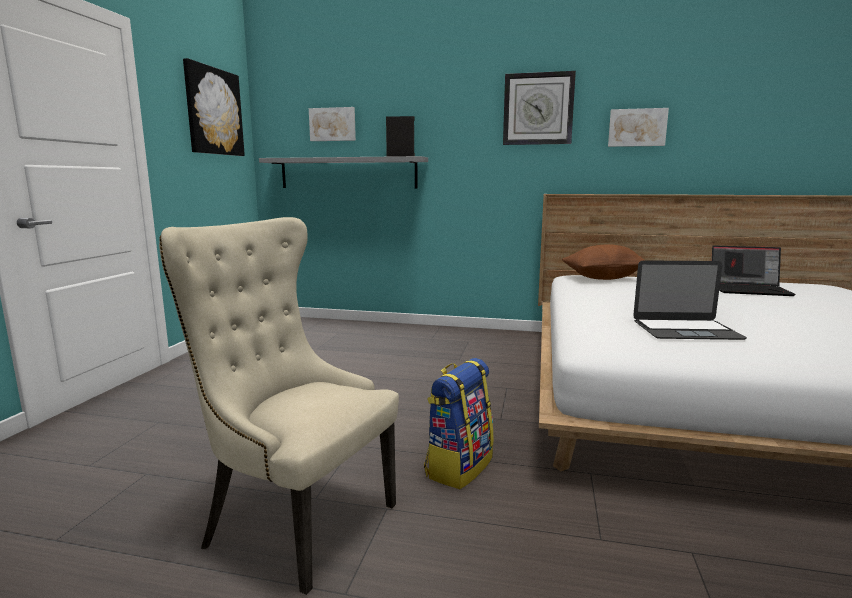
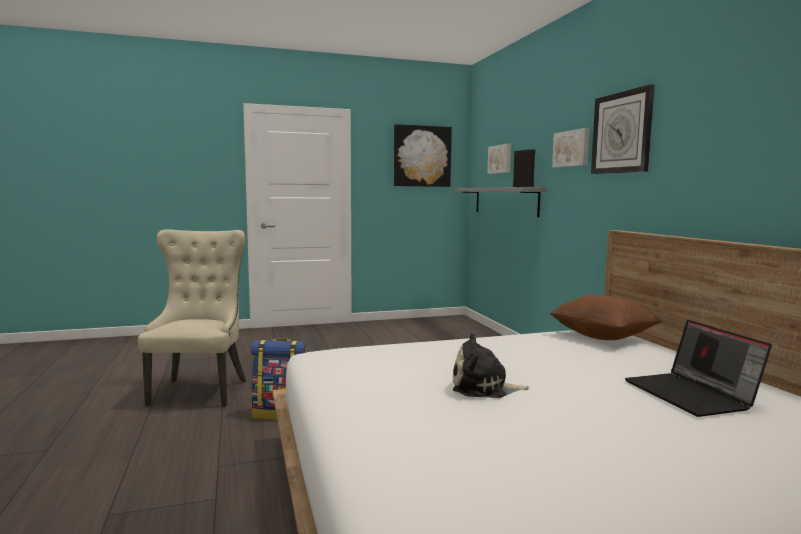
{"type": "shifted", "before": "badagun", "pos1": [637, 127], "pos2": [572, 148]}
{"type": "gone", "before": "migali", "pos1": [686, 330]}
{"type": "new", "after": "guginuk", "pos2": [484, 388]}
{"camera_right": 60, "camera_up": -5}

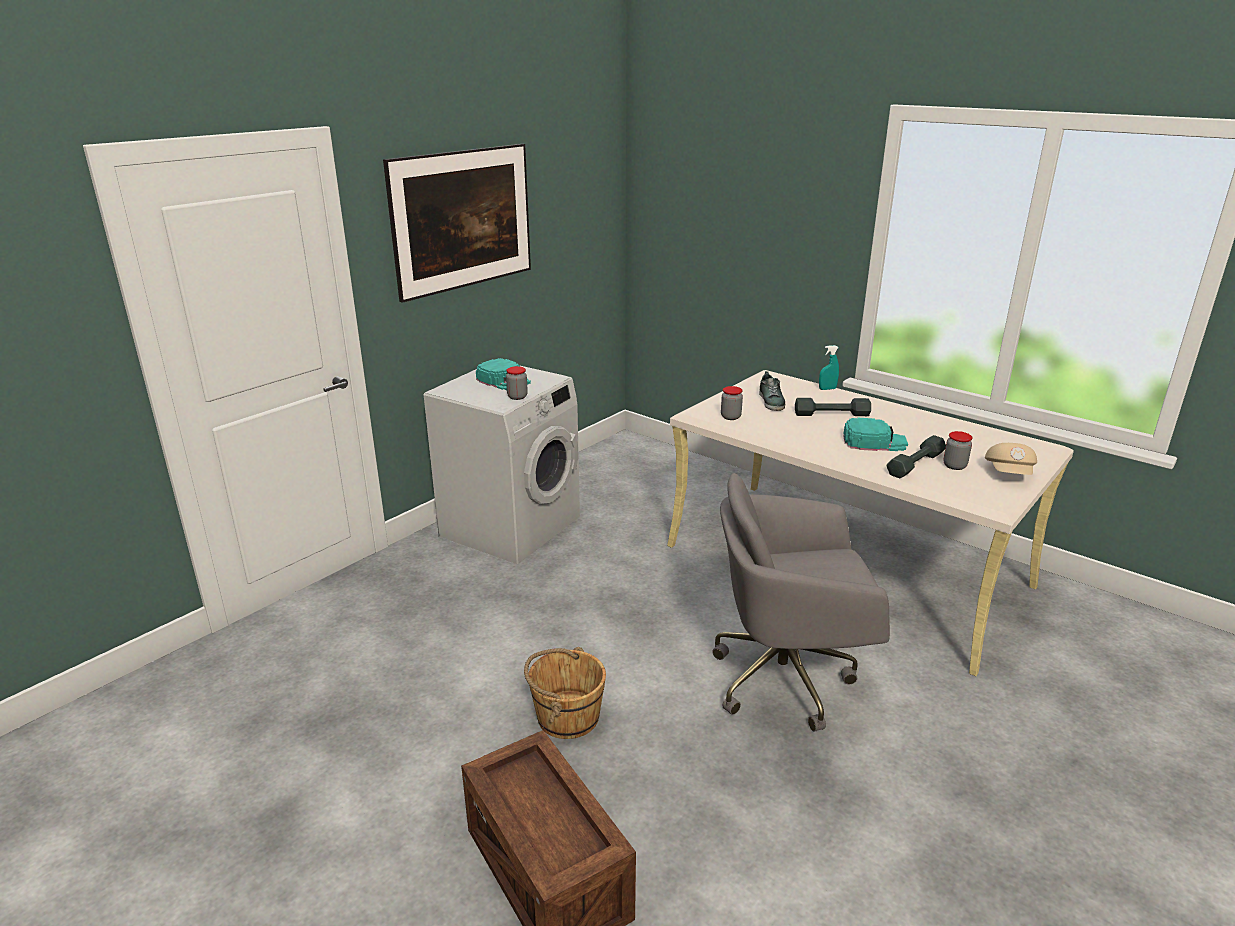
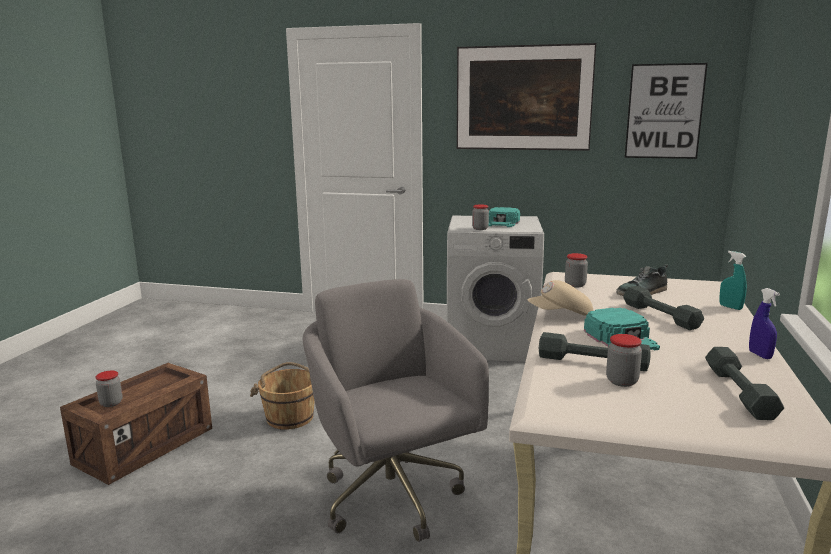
{"type": "shifted", "before": "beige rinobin", "pos1": [1009, 474], "pos2": [561, 315]}
{"type": "new", "after": "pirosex", "pos2": [111, 403]}
{"type": "new", "after": "badagun", "pos2": [664, 111]}
{"type": "new", "after": "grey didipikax", "pos2": [738, 392]}
{"type": "new", "after": "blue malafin", "pos2": [760, 355]}
{"camera_right": 65, "camera_up": -10}

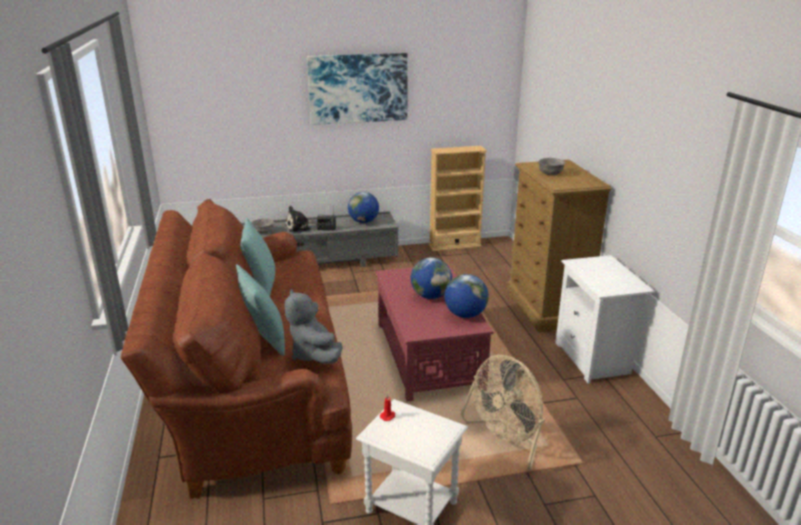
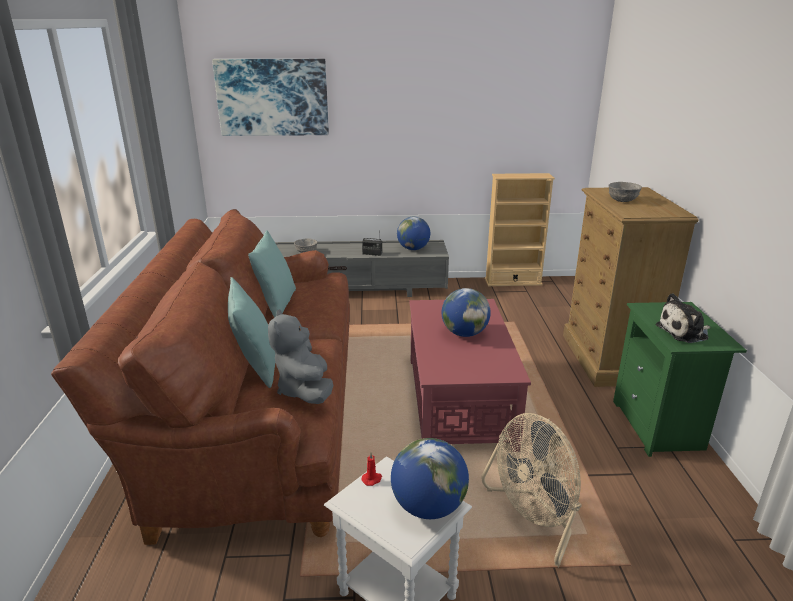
{"type": "shifted", "before": "guginuk", "pos1": [299, 228], "pos2": [684, 332]}
{"type": "shifted", "before": "badagun", "pos1": [358, 88], "pos2": [272, 97]}
{"type": "shifted", "before": "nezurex", "pos1": [465, 315], "pos2": [428, 507]}
{"type": "repainted", "before": "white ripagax", "after": "green ripagax", "pos1": [594, 359], "pos2": [659, 426]}
{"camera_right": 10, "camera_up": 0}

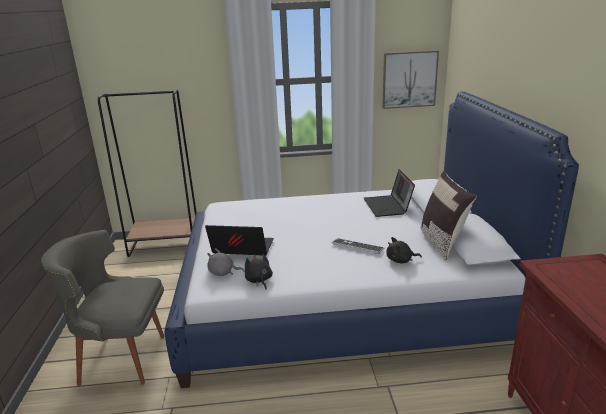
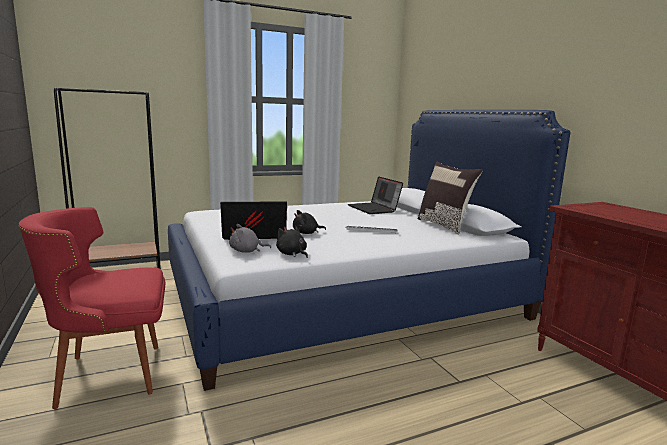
{"type": "repainted", "before": "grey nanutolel", "after": "red nanutolel", "pos1": [124, 360], "pos2": [112, 375]}
{"type": "gone", "before": "badagun", "pos1": [409, 79]}
{"type": "shifted", "before": "black guginuk", "pos1": [401, 260], "pos2": [307, 233]}
{"camera_right": -20, "camera_up": -10}

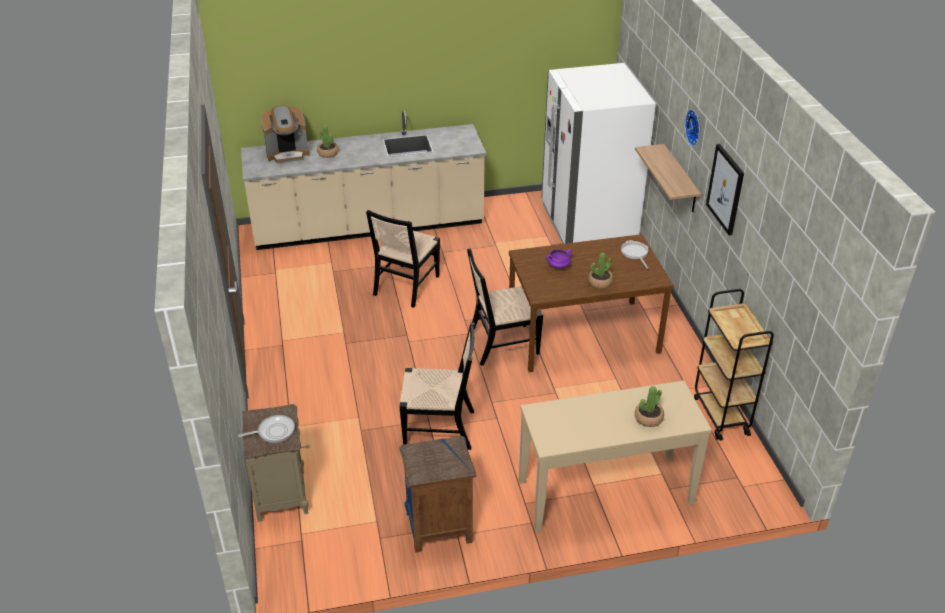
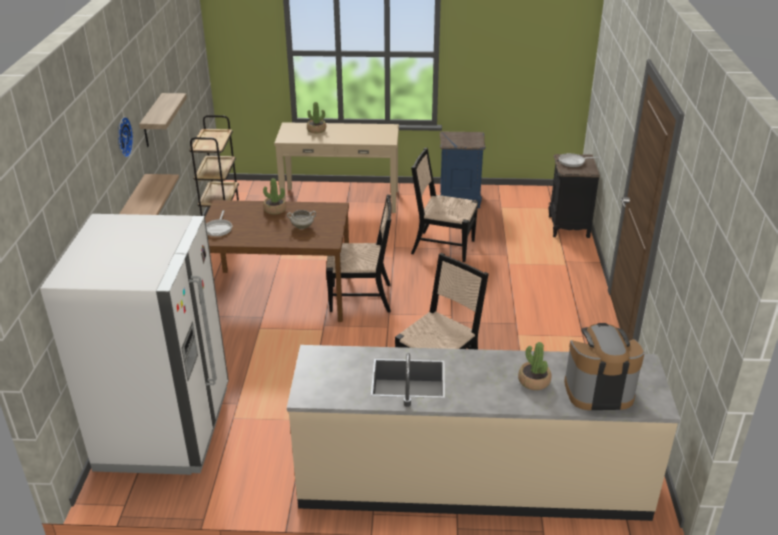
{"type": "repainted", "before": "beige ripagax", "after": "black ripagax", "pos1": [282, 495], "pos2": [567, 227]}
{"type": "repainted", "before": "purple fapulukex", "after": "white fapulukex", "pos1": [558, 267], "pos2": [302, 227]}
{"type": "swapped", "before": "badagun", "after": "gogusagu", "pos1": [726, 189], "pos2": [153, 121]}
{"camera_right": -165, "camera_up": -5}

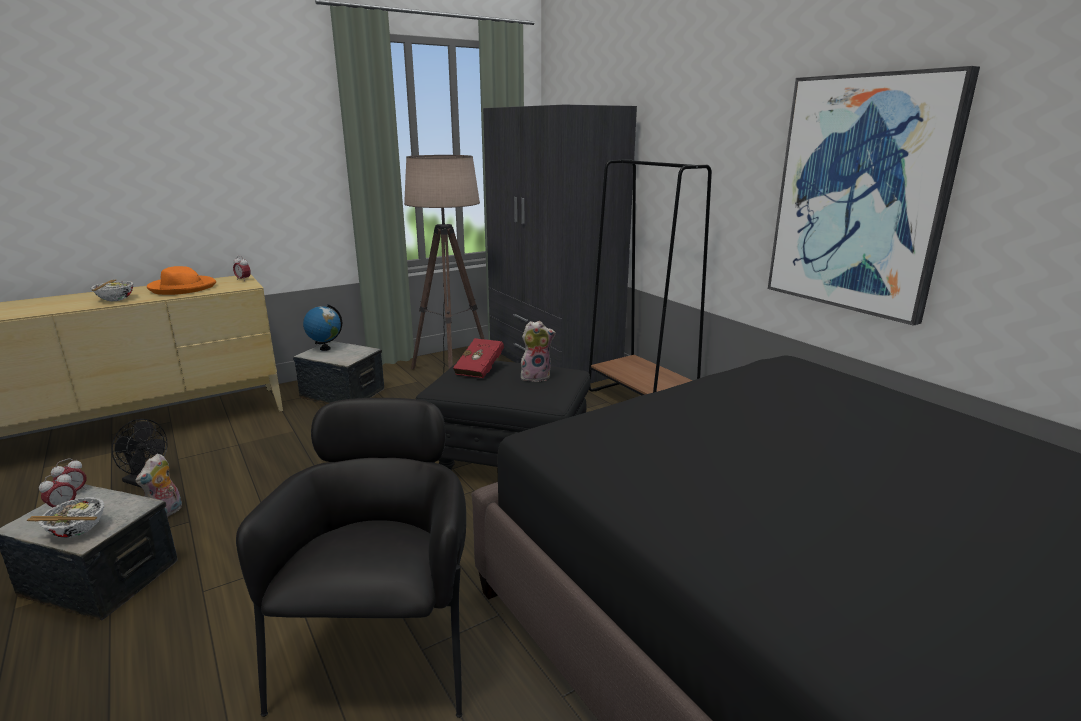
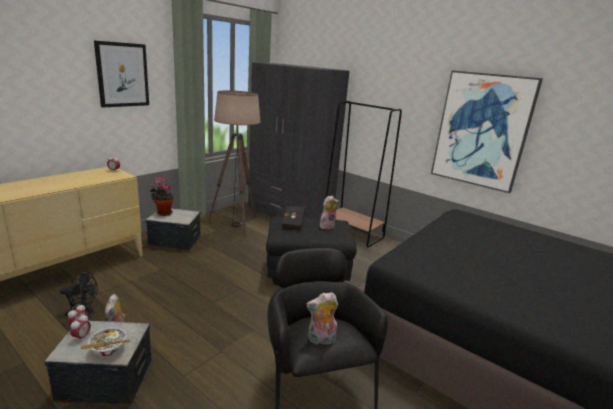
{"type": "gone", "before": "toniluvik", "pos1": [115, 299]}
{"type": "gone", "before": "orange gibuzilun", "pos1": [182, 288]}
{"type": "swapped", "before": "nezurex", "after": "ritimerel", "pos1": [325, 348], "pos2": [163, 213]}
{"type": "repainted", "before": "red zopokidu", "after": "black zopokidu", "pos1": [481, 369], "pos2": [293, 223]}
{"type": "new", "after": "badagun", "pos2": [122, 75]}
{"type": "new", "after": "guginuk", "pos2": [321, 340]}
{"camera_right": -20, "camera_up": 0}

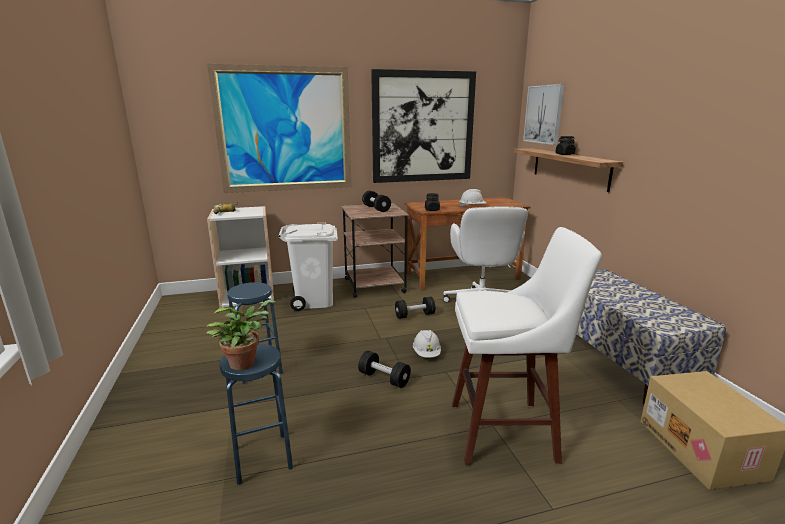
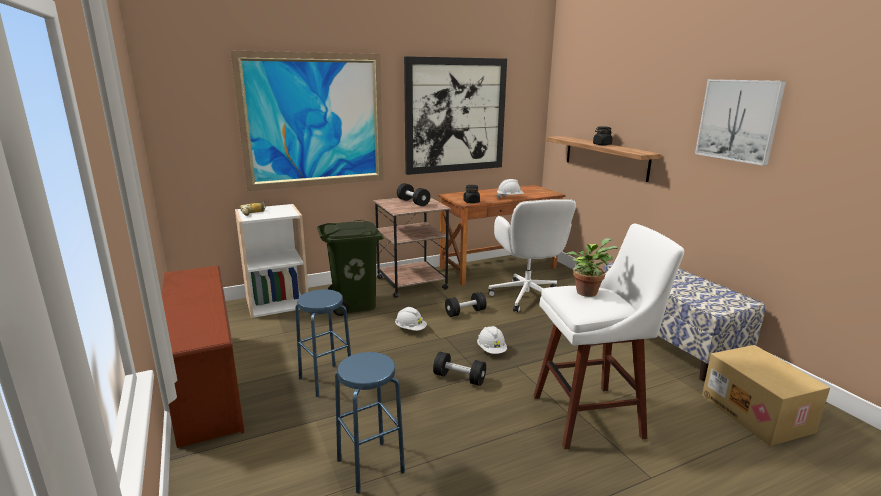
{"type": "shifted", "before": "ritimerel", "pos1": [245, 362], "pos2": [587, 291]}
{"type": "repainted", "before": "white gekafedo", "after": "green gekafedo", "pos1": [314, 301], "pos2": [354, 304]}
{"type": "shifted", "before": "badagun", "pos1": [544, 114], "pos2": [738, 120]}
{"type": "new", "after": "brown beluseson", "pos2": [205, 384]}
{"type": "new", "after": "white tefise", "pos2": [410, 329]}
{"camera_right": -10, "camera_up": 0}

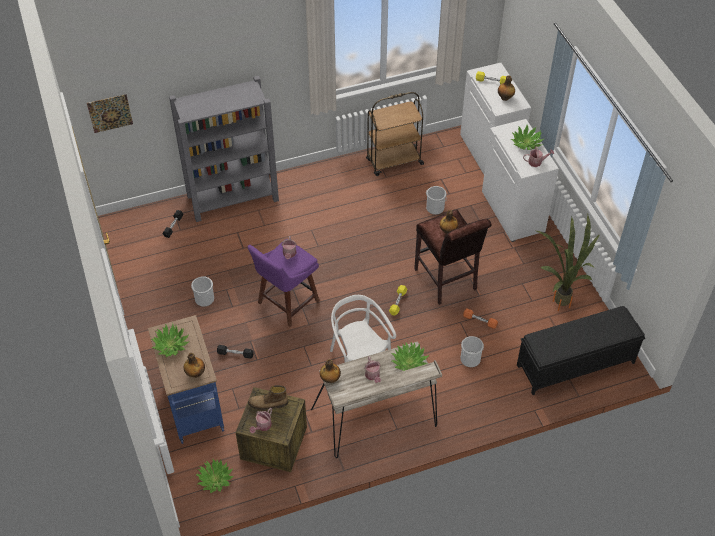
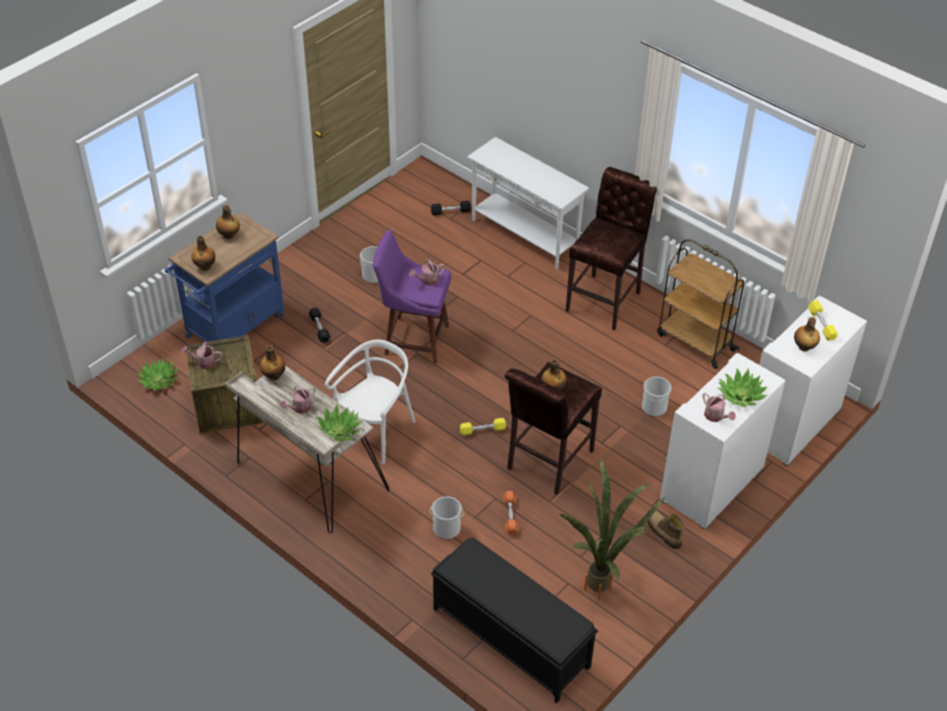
{"type": "gone", "before": "badagun", "pos1": [110, 113]}
{"type": "swapped", "before": "ritimerel", "after": "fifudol", "pos1": [171, 345], "pos2": [229, 235]}
{"type": "swapped", "before": "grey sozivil", "after": "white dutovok", "pos1": [233, 198], "pos2": [525, 236]}
{"type": "shifted", "before": "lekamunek", "pos1": [268, 404], "pos2": [663, 532]}
{"type": "new", "after": "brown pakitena", "pos2": [606, 299]}
{"camera_right": 60, "camera_up": -5}

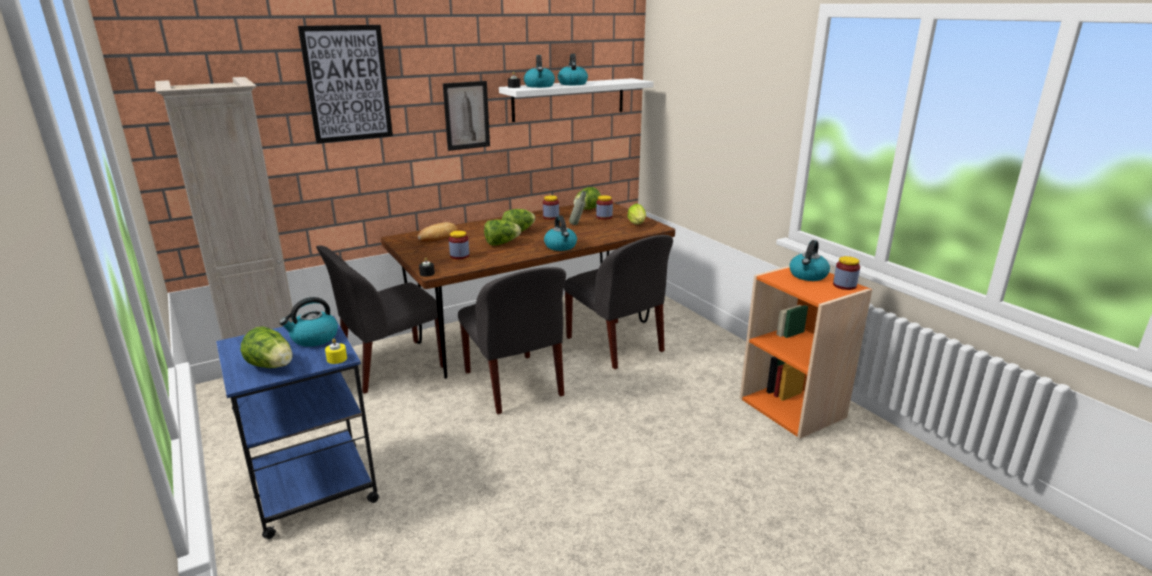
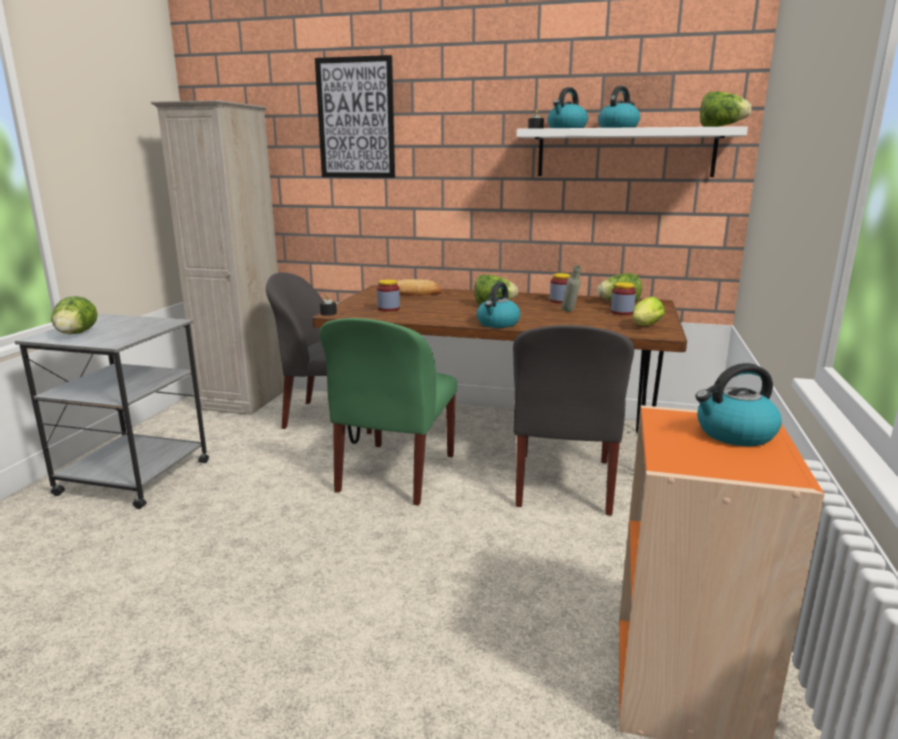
{"type": "repainted", "before": "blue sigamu", "after": "grey sigamu", "pos1": [313, 486], "pos2": [135, 476]}
{"type": "gone", "before": "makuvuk", "pos1": [314, 338]}
{"type": "gone", "before": "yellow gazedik", "pos1": [337, 359]}
{"type": "gone", "before": "badagun", "pos1": [466, 115]}
{"type": "repainted", "before": "grey nanutolel", "after": "green nanutolel", "pos1": [514, 385], "pos2": [395, 474]}
{"type": "shifted", "before": "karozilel", "pos1": [501, 243], "pos2": [720, 127]}
{"type": "gone", "before": "pirosex", "pos1": [844, 285]}
{"camera_right": 45, "camera_up": -5}

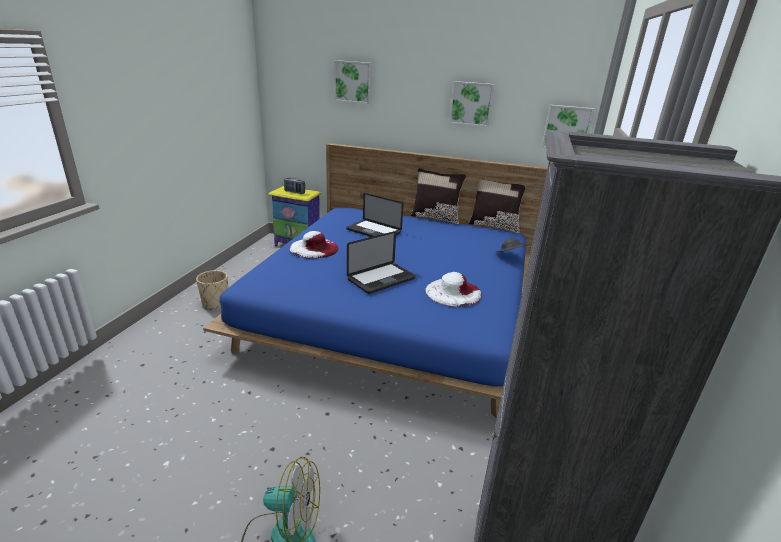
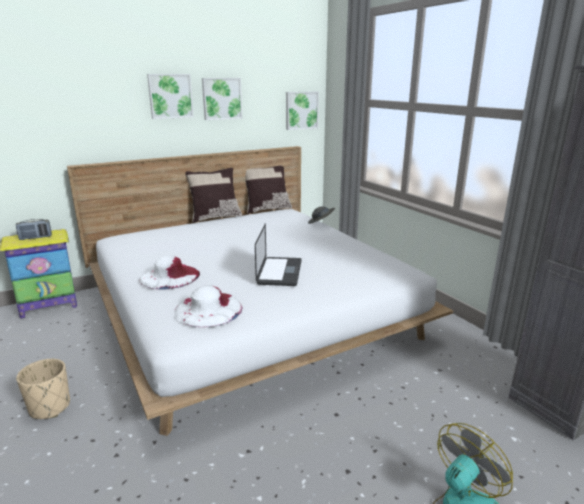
{"type": "repainted", "before": "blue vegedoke", "after": "white vegedoke", "pos1": [395, 312], "pos2": [251, 314]}
{"type": "shifted", "before": "badagun", "pos1": [353, 82], "pos2": [170, 96]}
{"type": "gone", "before": "migali", "pos1": [373, 231]}
{"type": "shifted", "before": "white gibuzilun", "pos1": [453, 292], "pos2": [208, 309]}
{"camera_right": -45, "camera_up": -5}

